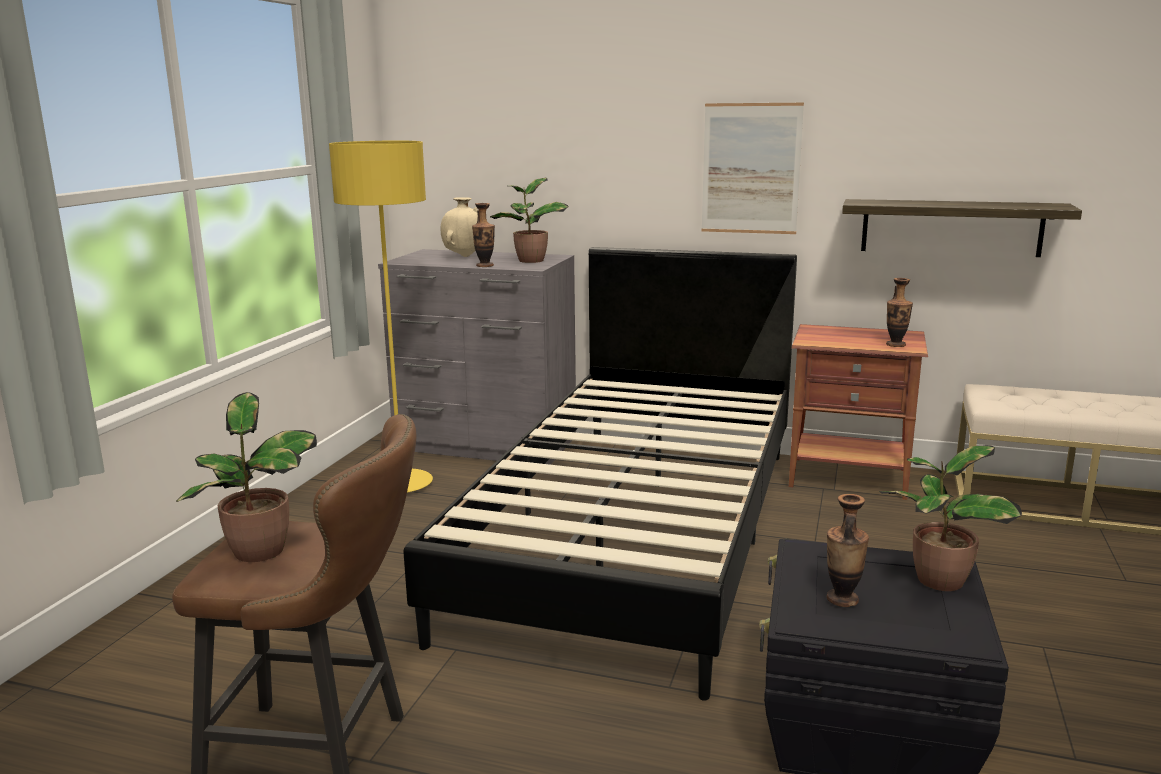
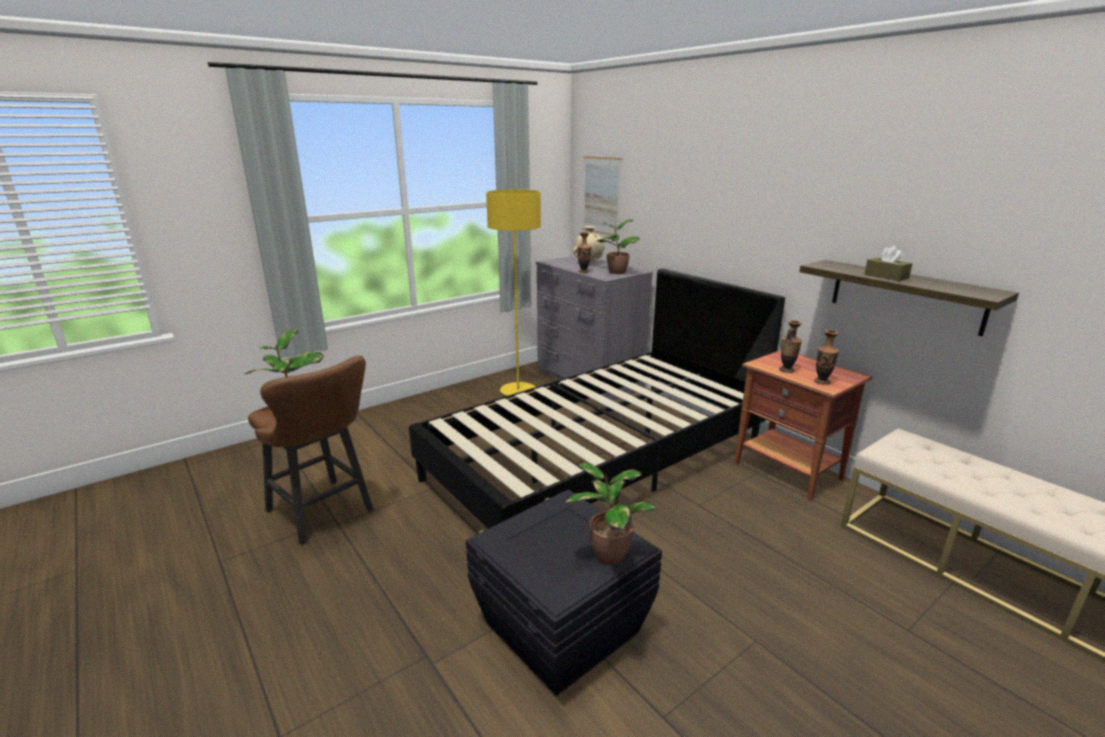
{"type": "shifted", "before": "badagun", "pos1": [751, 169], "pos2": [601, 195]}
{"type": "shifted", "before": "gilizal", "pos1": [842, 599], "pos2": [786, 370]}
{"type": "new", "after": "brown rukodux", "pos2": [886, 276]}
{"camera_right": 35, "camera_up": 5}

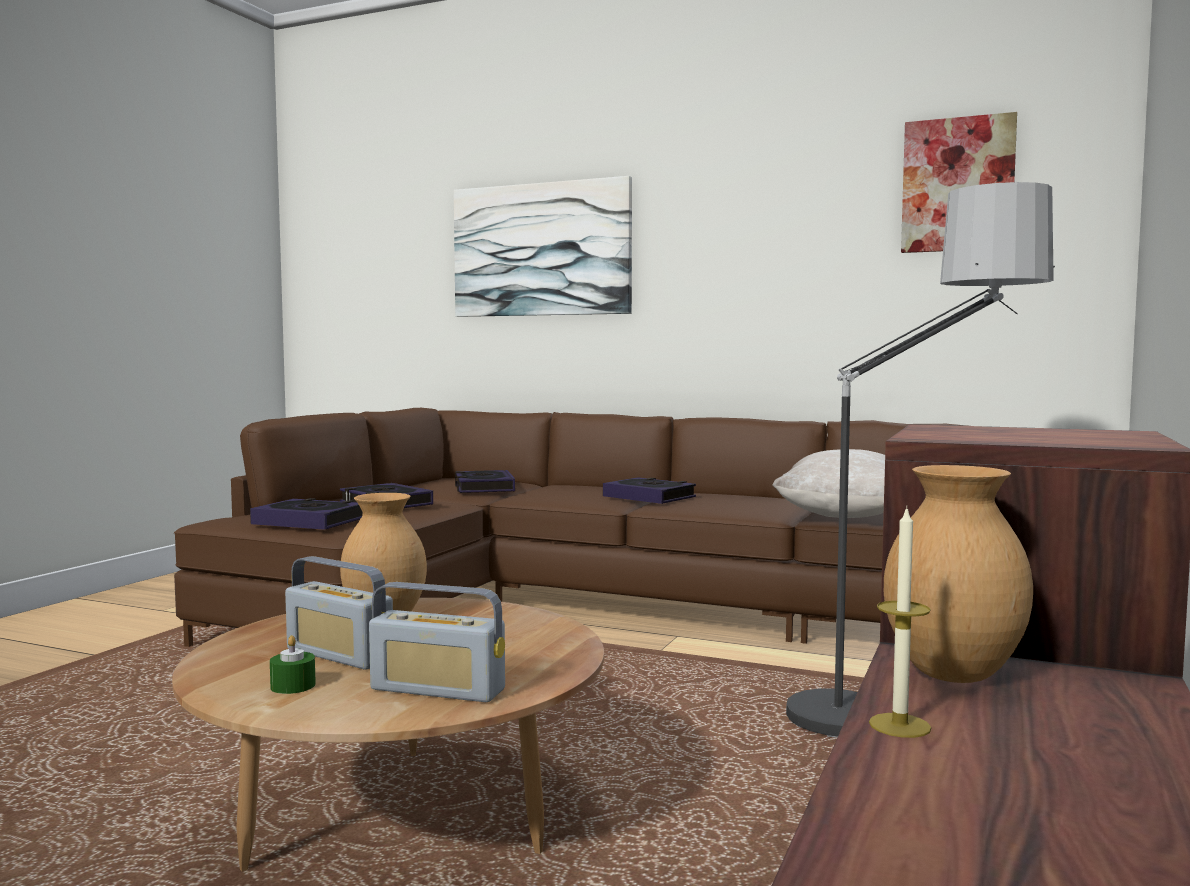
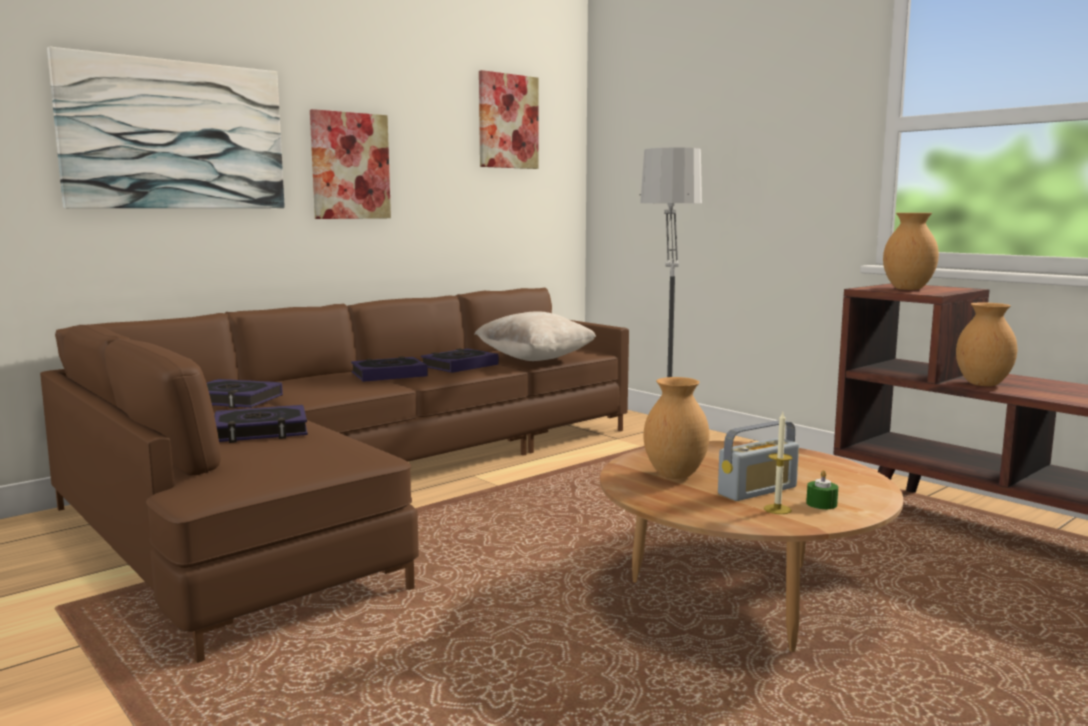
{"type": "shifted", "before": "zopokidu", "pos1": [309, 522], "pos2": [459, 366]}
{"type": "gone", "before": "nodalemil", "pos1": [438, 689]}
{"type": "shifted", "before": "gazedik", "pos1": [899, 725], "pos2": [777, 509]}
{"type": "new", "after": "badagun", "pos2": [350, 166]}
{"type": "new", "after": "brown gilizal", "pos2": [907, 289]}
{"camera_right": -65, "camera_up": 5}

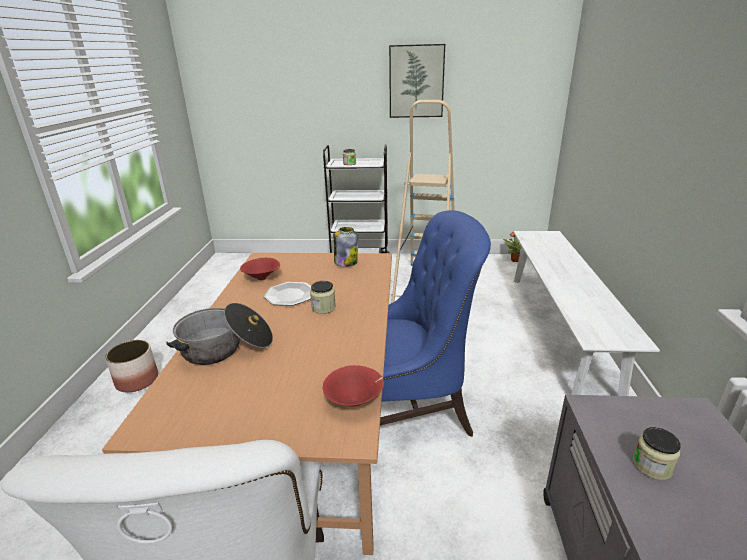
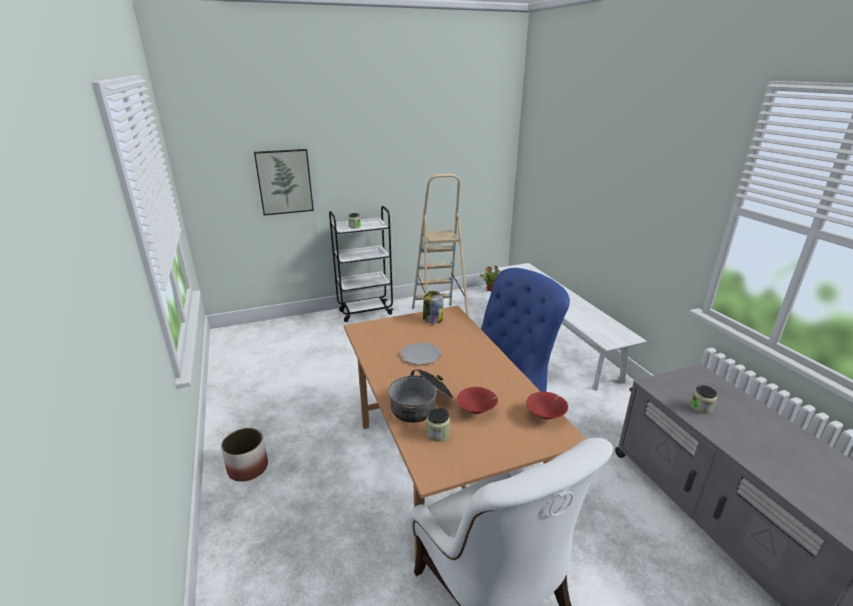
{"type": "shifted", "before": "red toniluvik", "pos1": [262, 278], "pos2": [477, 411]}
{"type": "shifted", "before": "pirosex", "pos1": [323, 308], "pos2": [437, 434]}
{"type": "shifted", "before": "badagun", "pos1": [416, 81], "pos2": [284, 182]}
{"camera_right": -25, "camera_up": 0}

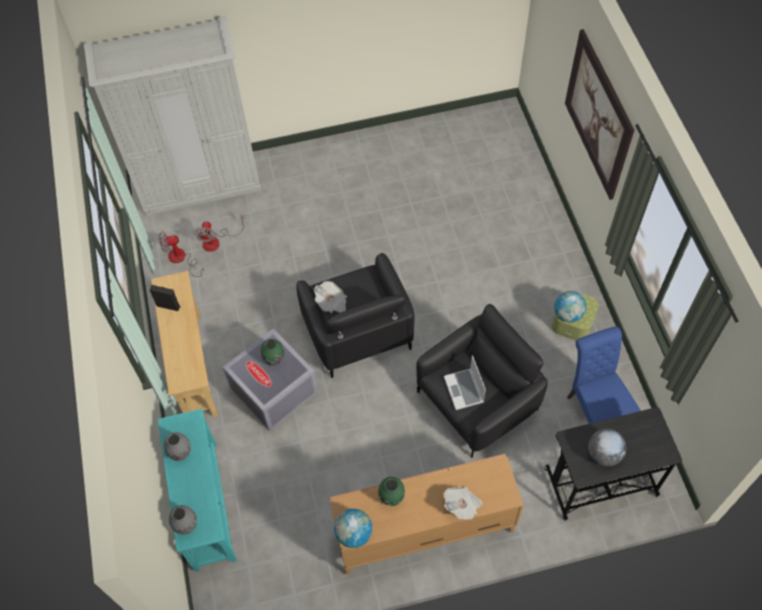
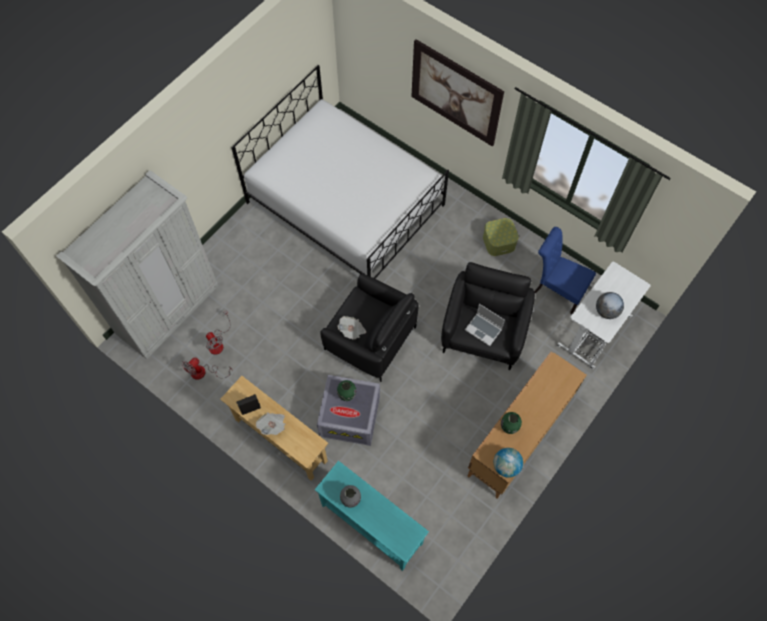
{"type": "gone", "before": "grey gilizal", "pos1": [186, 525]}
{"type": "shifted", "before": "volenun", "pos1": [462, 506], "pos2": [273, 425]}
{"type": "repainted", "before": "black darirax", "after": "white darirax", "pos1": [600, 483], "pos2": [593, 332]}
{"type": "gone", "before": "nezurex", "pos1": [568, 314]}
{"type": "new", "after": "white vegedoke", "pos2": [345, 203]}
{"camera_right": -40, "camera_up": 5}

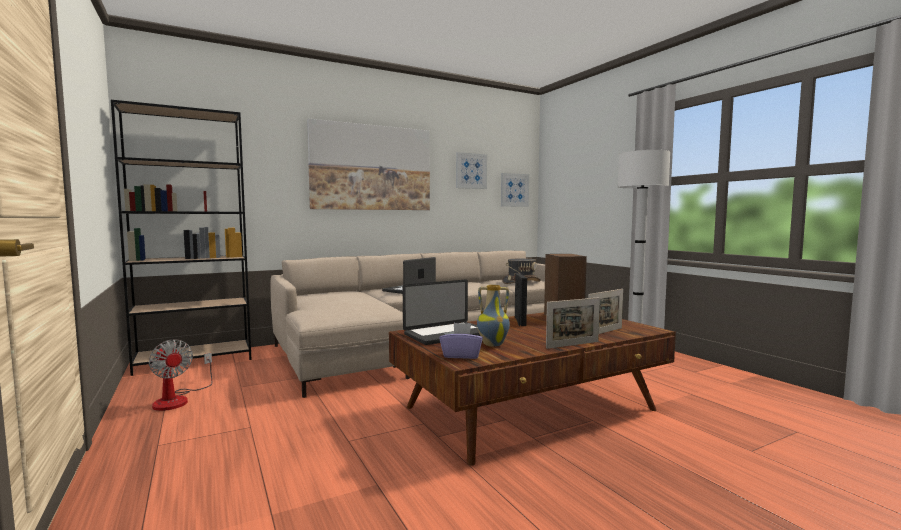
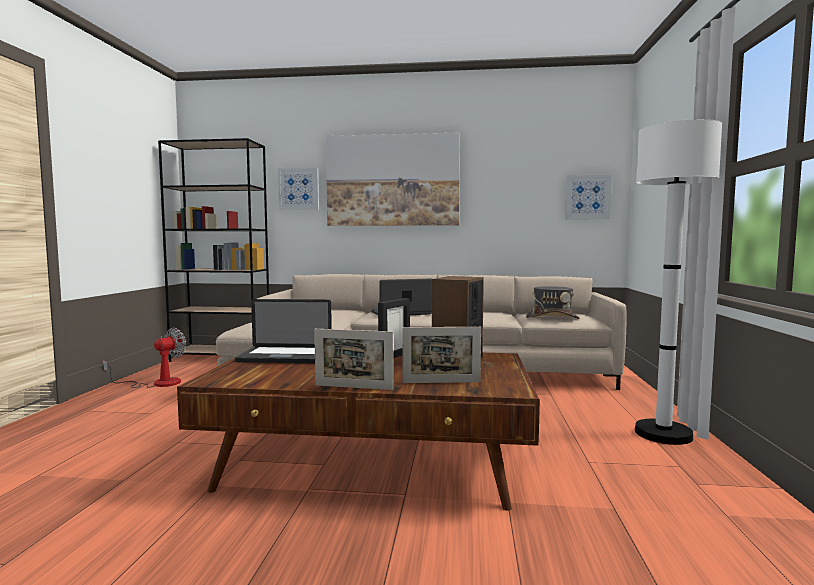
{"type": "rotated", "before": "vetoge", "pos1": [178, 399], "pos2": [157, 383], "turn": -135}
{"type": "gone", "before": "purple rukodux", "pos1": [461, 355]}
{"type": "shifted", "before": "badagun", "pos1": [471, 171], "pos2": [299, 189]}
{"type": "gone", "before": "gilizal", "pos1": [493, 344]}
{"camera_right": 35, "camera_up": 0}

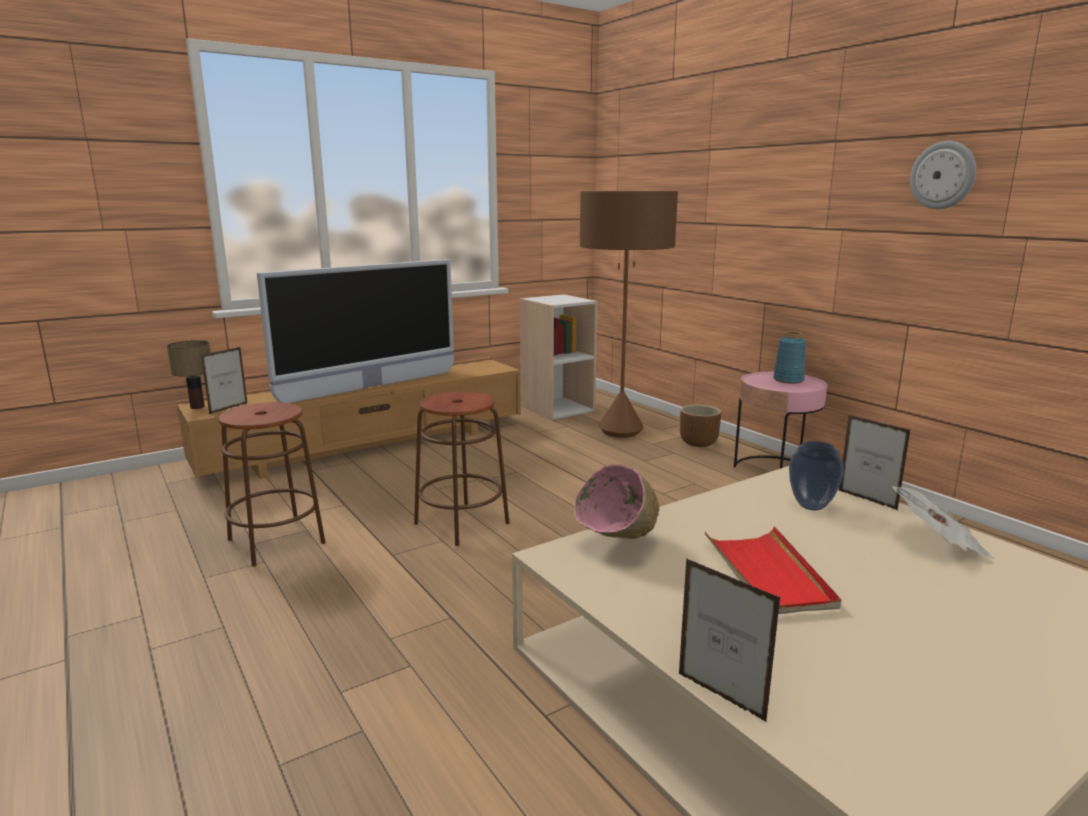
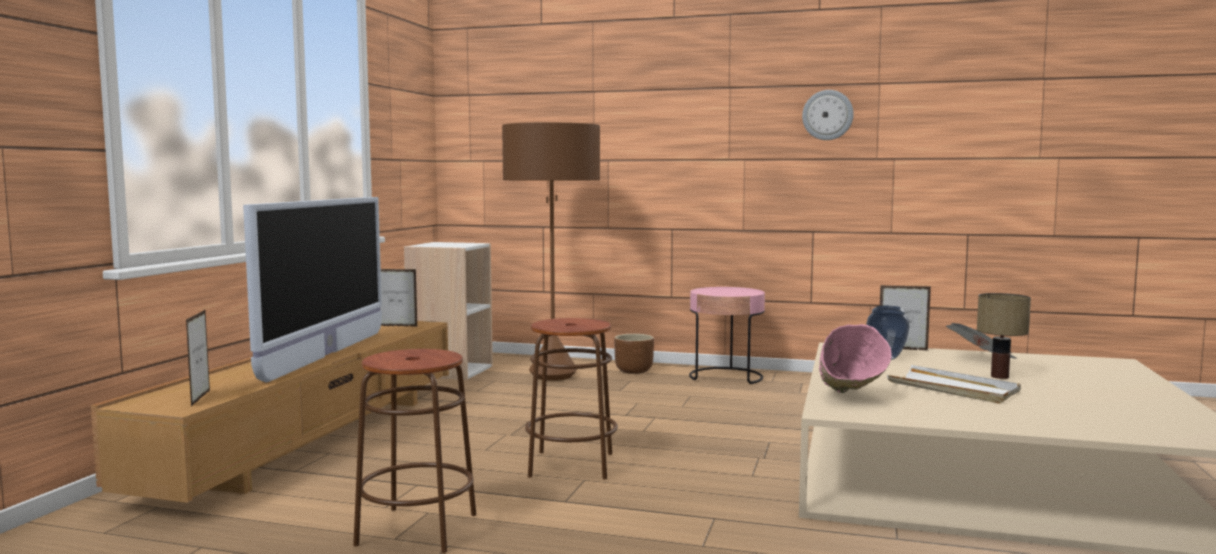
{"type": "shifted", "before": "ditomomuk", "pos1": [197, 407], "pos2": [1000, 377]}
{"type": "shifted", "before": "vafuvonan", "pos1": [720, 697], "pos2": [396, 326]}
{"type": "repainted", "before": "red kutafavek", "after": "white kutafavek", "pos1": [768, 574], "pos2": [953, 389]}
{"type": "gone", "before": "blue gilizal", "pos1": [789, 380]}
{"camera_right": -40, "camera_up": -10}

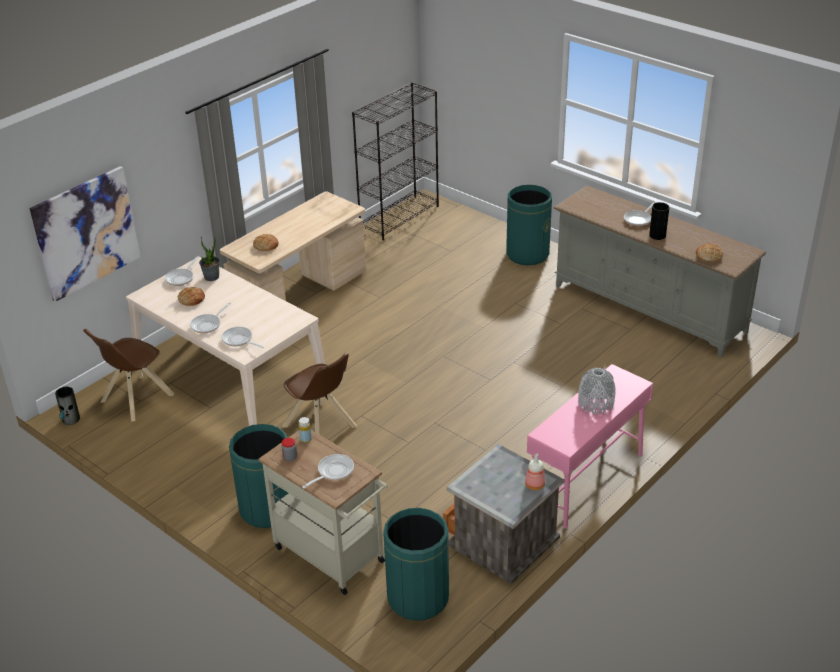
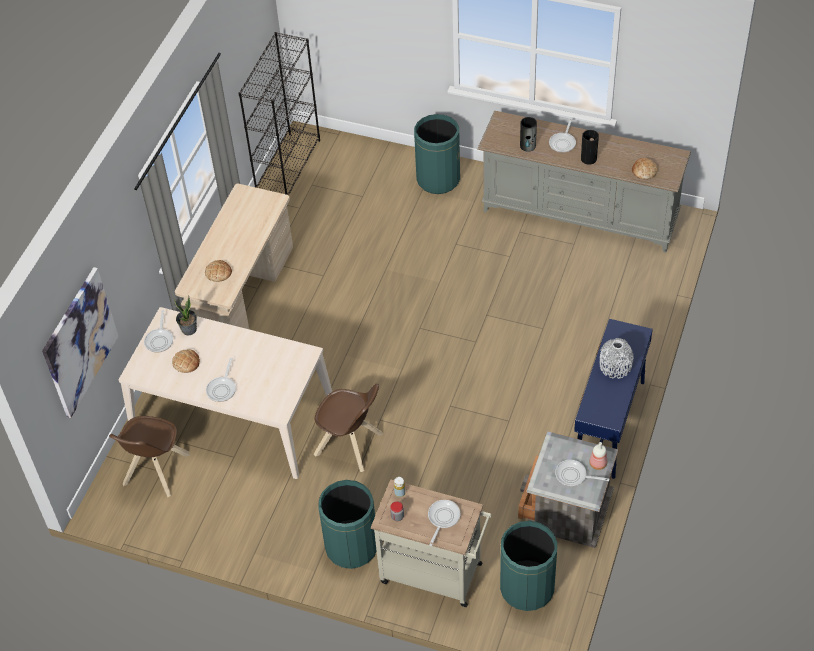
{"type": "shifted", "before": "gilizal", "pos1": [71, 419], "pos2": [528, 146]}
{"type": "shifted", "before": "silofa", "pos1": [239, 340], "pos2": [573, 476]}
{"type": "repainted", "before": "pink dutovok", "after": "blue dutovok", "pos1": [585, 480], "pos2": [608, 424]}
{"camera_right": -20, "camera_up": 15}

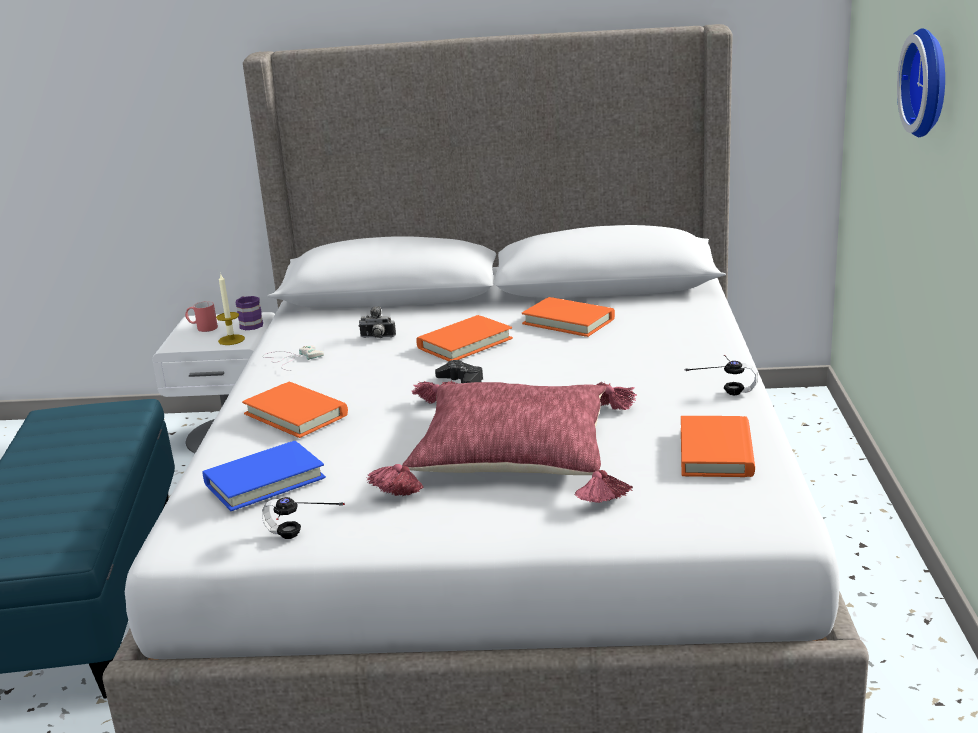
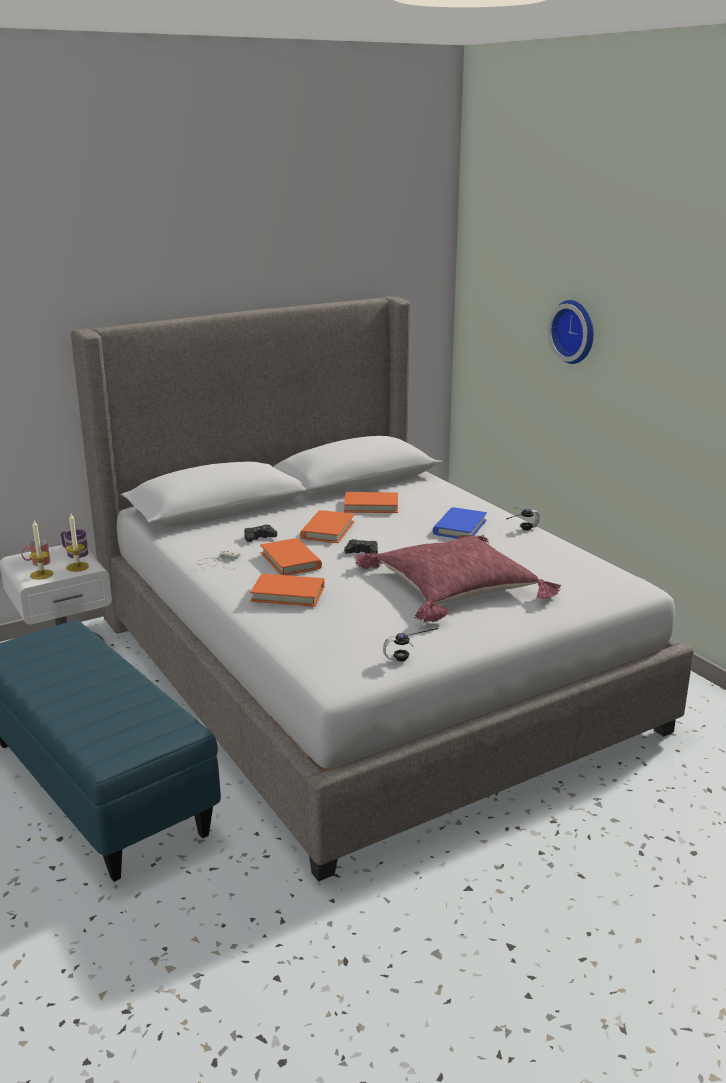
{"type": "shifted", "before": "blue zopokidu", "pos1": [264, 481], "pos2": [459, 527]}
{"type": "swapped", "before": "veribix", "after": "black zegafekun", "pos1": [377, 338], "pos2": [259, 537]}
{"type": "shifted", "before": "orange zopokidu", "pos1": [716, 452], "pos2": [290, 560]}
{"type": "new", "after": "gazedik", "pos2": [41, 574]}
{"camera_right": -35, "camera_up": 0}

